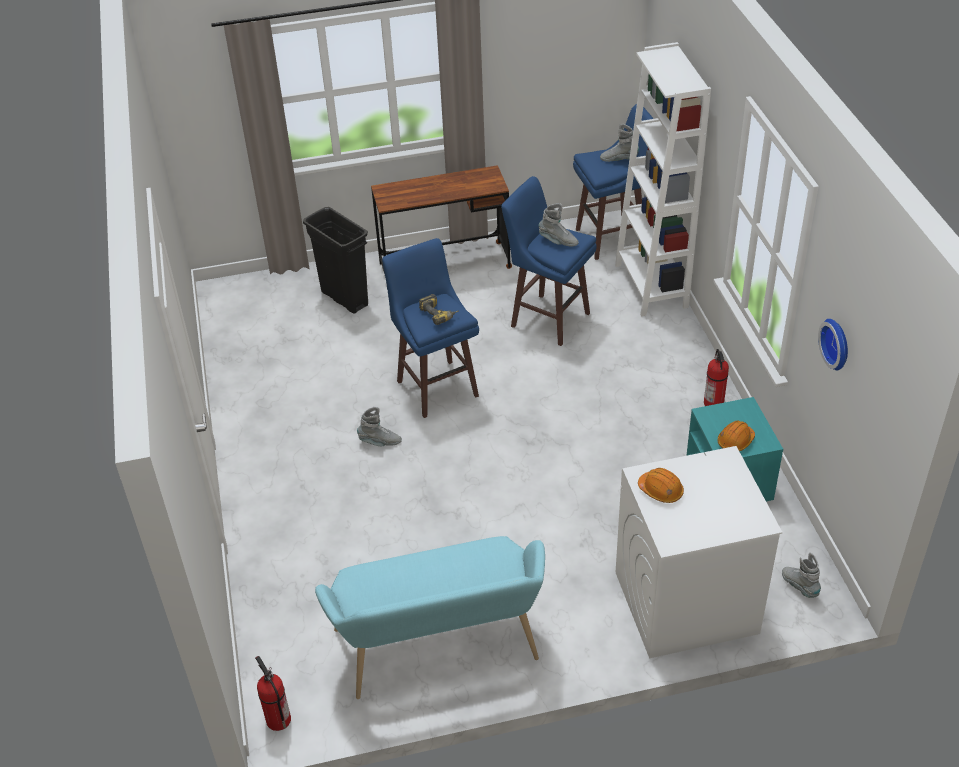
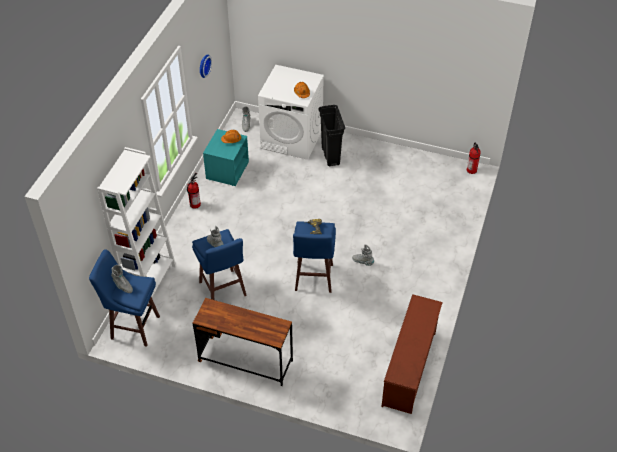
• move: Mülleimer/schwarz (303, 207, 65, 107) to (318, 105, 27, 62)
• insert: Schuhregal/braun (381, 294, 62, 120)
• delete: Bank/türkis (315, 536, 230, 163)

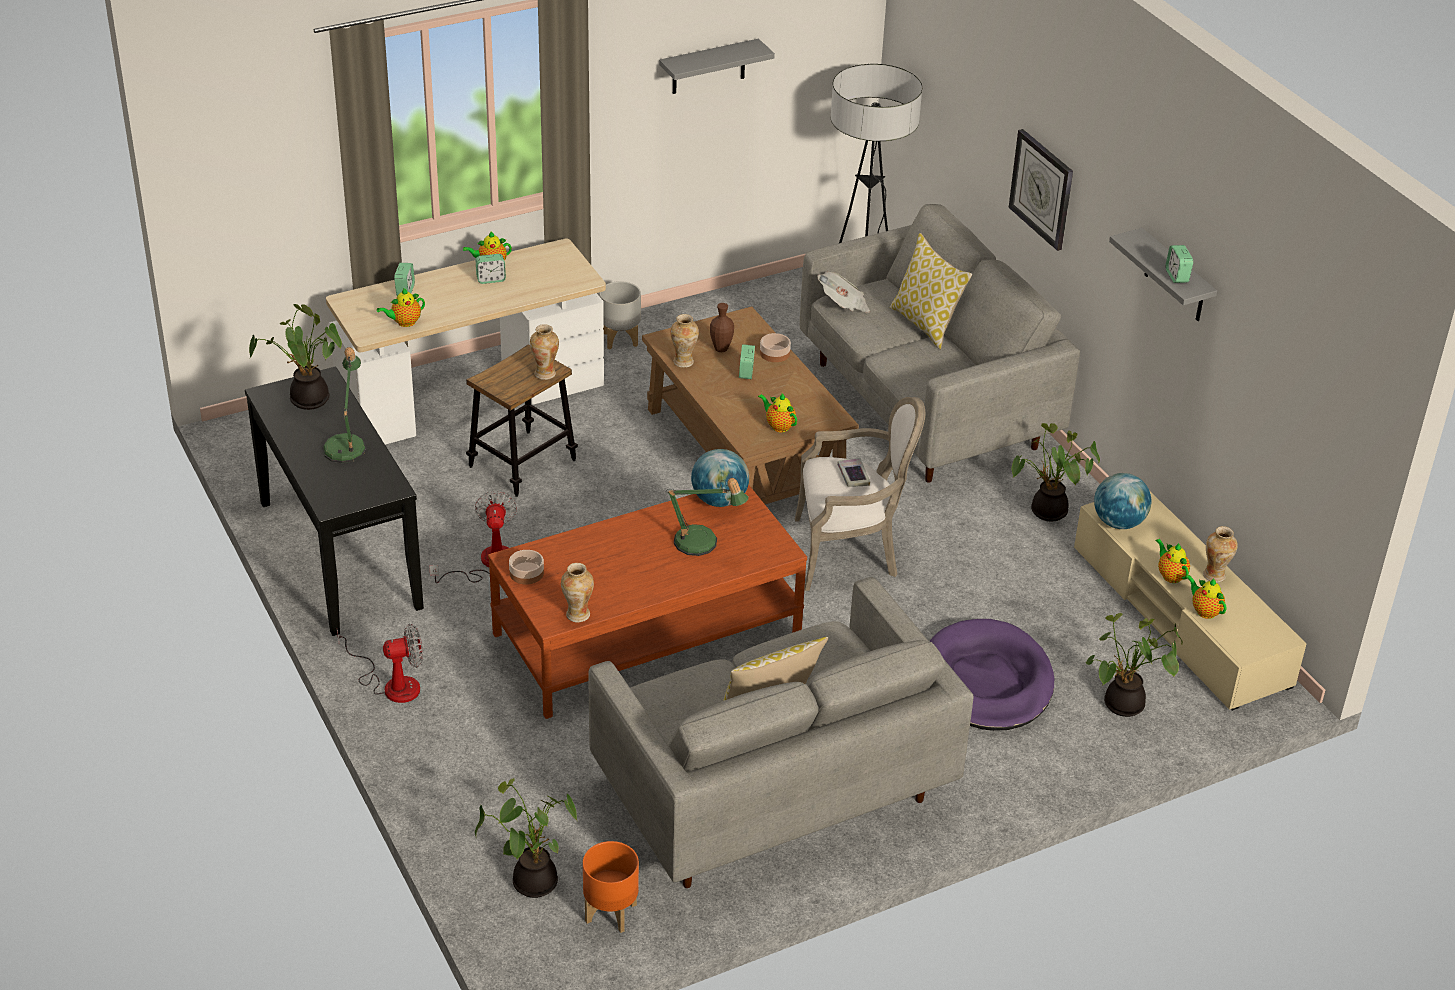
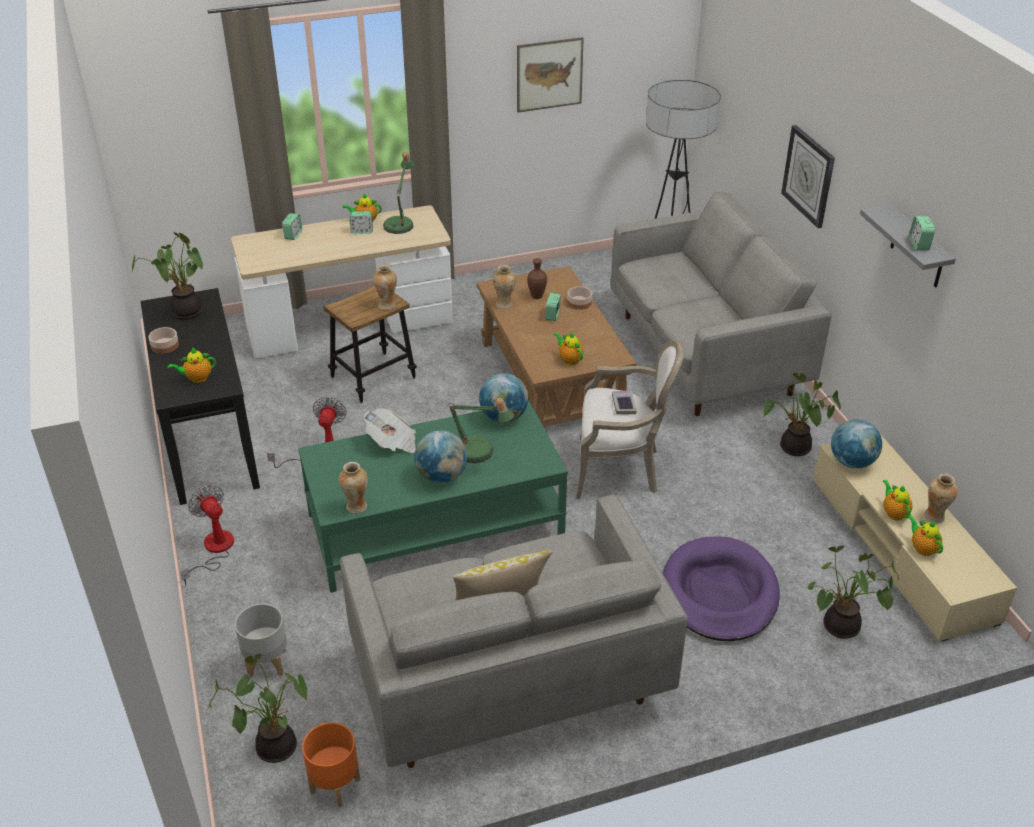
• move: Schüssel (509, 550, 35, 35) to (149, 327, 30, 27)
• move: Teekanne (377, 288, 48, 39) to (168, 348, 48, 35)
• rotate: Ventilator (337, 624, 86, 79) = (180, 485, 54, 100) 120 degrees counterclockwise
• move: Pflanzkübel/grau (600, 281, 41, 68) to (235, 604, 52, 74)
• recolor: Couchtisch/braun (488, 484, 319, 235) to Couchtisch/grün (298, 401, 270, 192)
• move: Zeitung (817, 272, 53, 41) to (364, 408, 52, 45)
• move: Tischlampe (322, 347, 44, 116) to (383, 151, 31, 83)
• insert: Globus (414, 430, 53, 53)
• replace: Wandregal/grau (659, 39, 116, 55) to Bild (517, 37, 67, 75)
• delete: Kissen (890, 233, 82, 117)

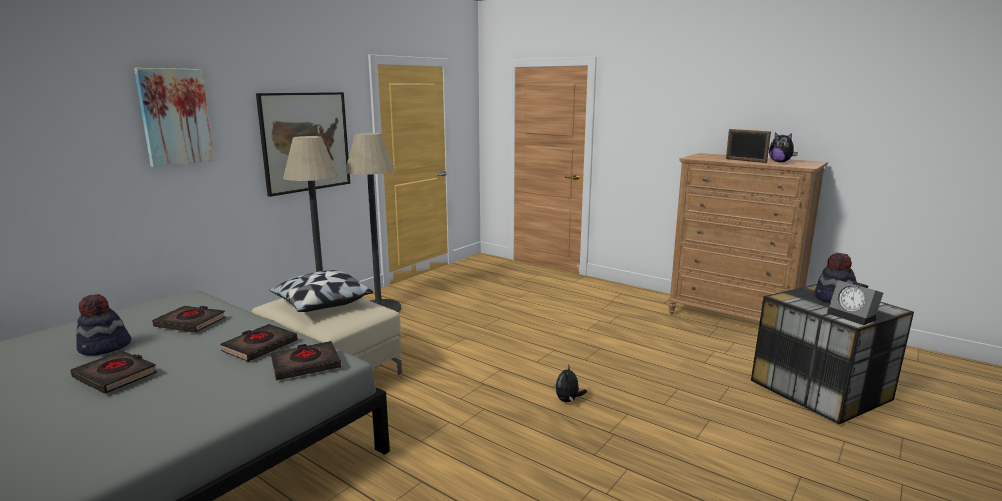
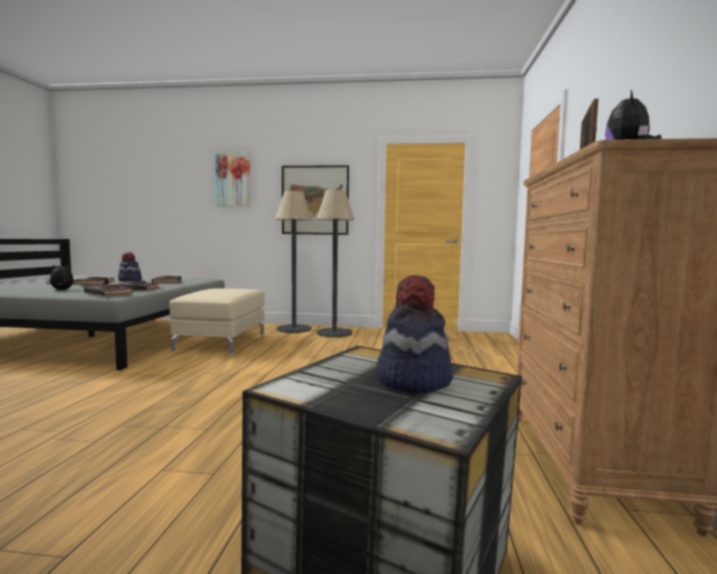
• move: Plüschtier (555, 364, 32, 38) to (46, 265, 28, 25)
• delete: Kissen (269, 270, 104, 42)
• delete: Wecker (827, 280, 56, 45)

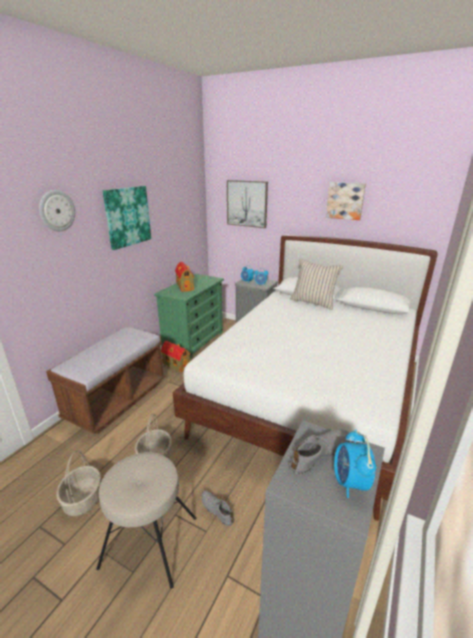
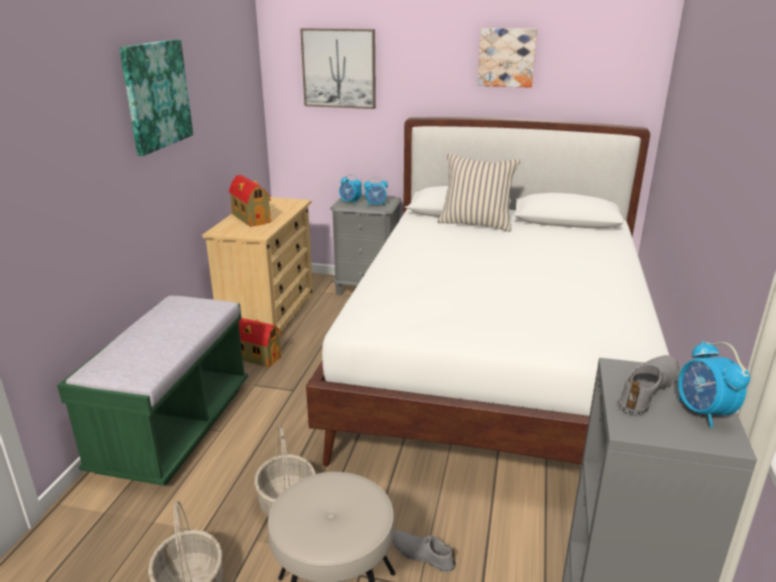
• recolor: Bank/braun (46, 327, 119, 107) to Bank/grün (57, 296, 191, 190)
• recolor: Kommode/grün (154, 274, 70, 85) to Kommode/beige (202, 197, 111, 135)
• delete: Wanduhr (39, 190, 36, 42)

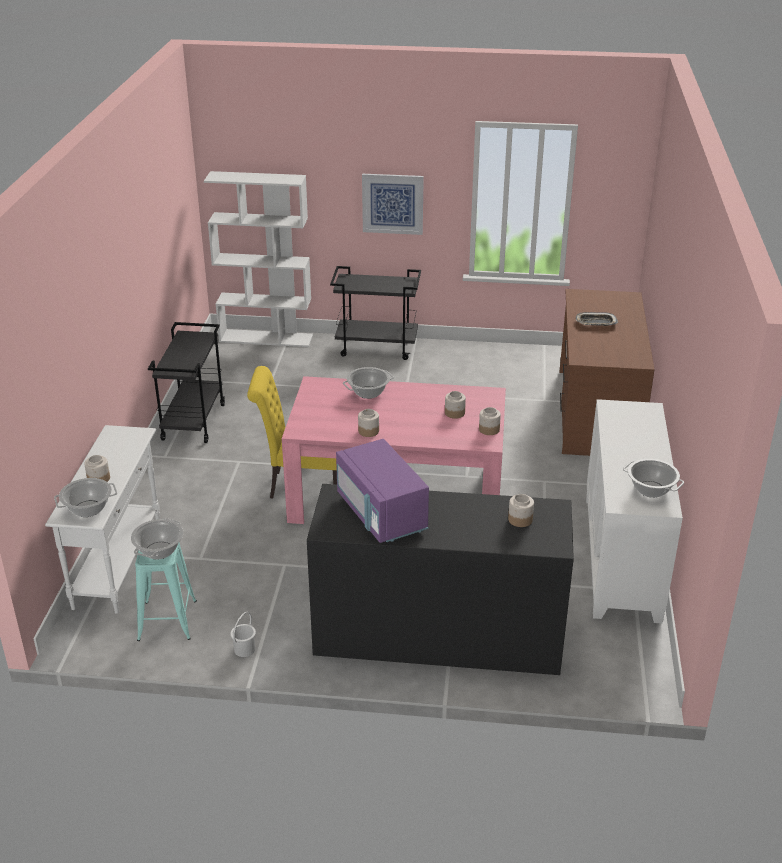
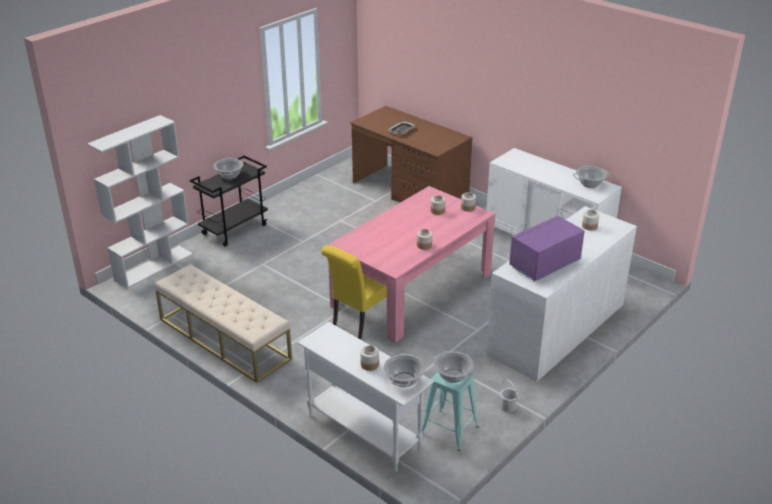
• replace: Rollwagen/schwarz (148, 322, 77, 121) to Bank/beige (155, 264, 137, 119)
• move: Kochtopf (343, 367, 51, 32) to (214, 158, 29, 21)
• recolor: Kommode/schwarz (307, 484, 267, 191) to Kommode/weiß (486, 206, 151, 176)
• rotate: Mikrowelle/lila (336, 439, 93, 104) = (509, 216, 76, 66) 135 degrees clockwise
• delete: Bild (362, 174, 62, 61)

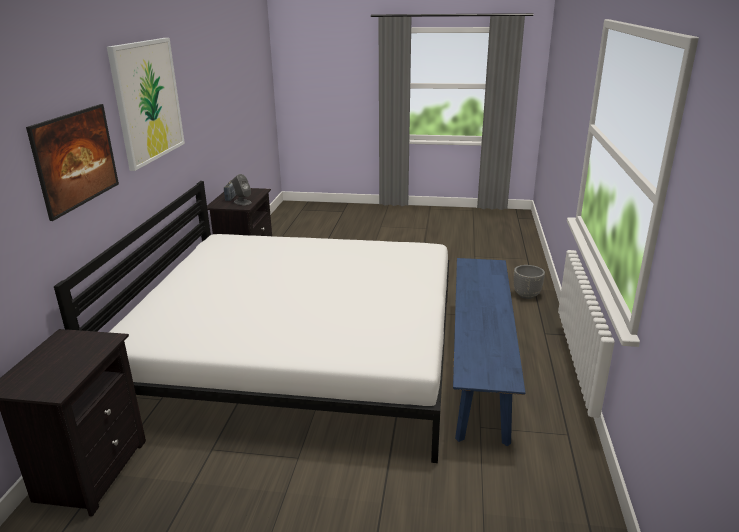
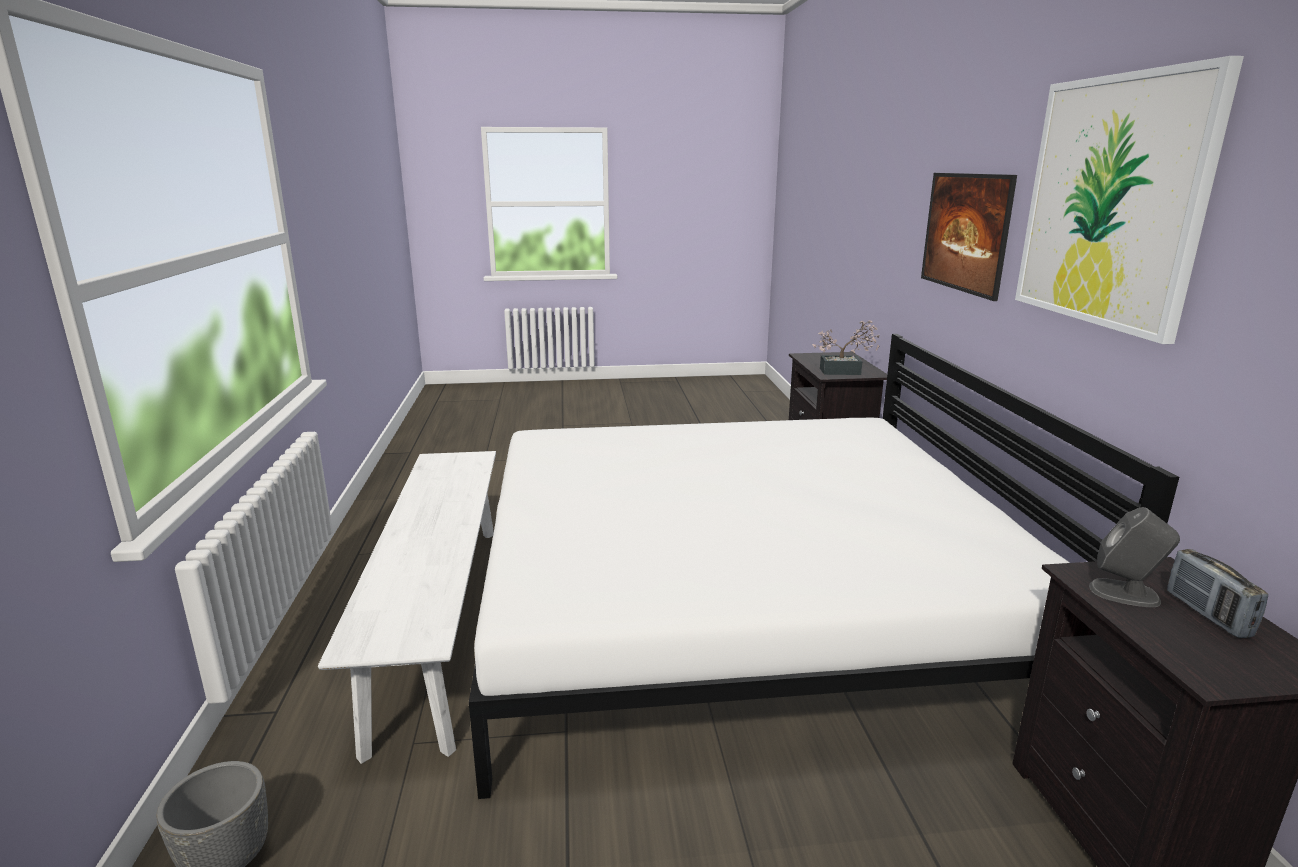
• recolor: Bank/blau (453, 258, 73, 188) to Bank/weiß (318, 451, 178, 313)
• insert: Topfpflanze (812, 320, 67, 55)

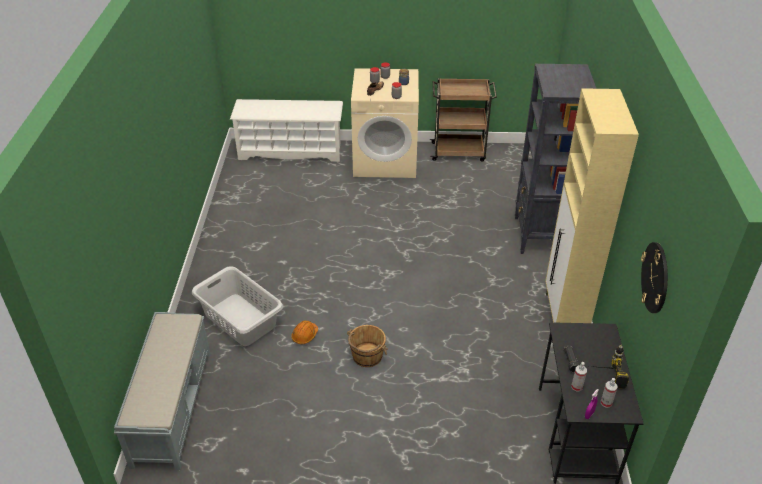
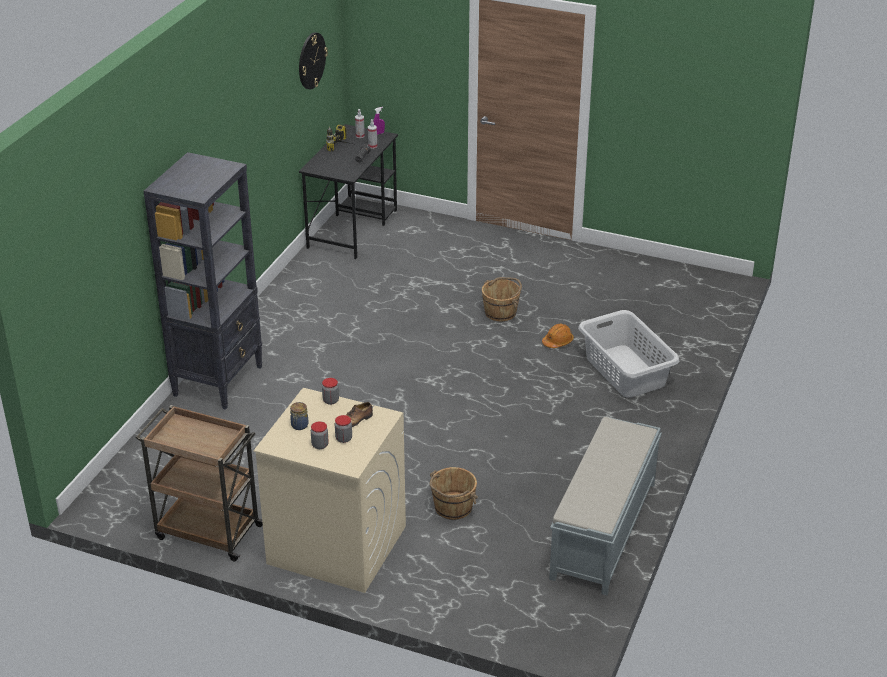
• insert: Eimer/braun (430, 467, 48, 53)
• move: Bank/grau (114, 312, 97, 158) to (549, 417, 113, 178)
• delete: Schuhregal/weiß (230, 99, 113, 63)
• delete: Schrank/beige (545, 88, 94, 235)

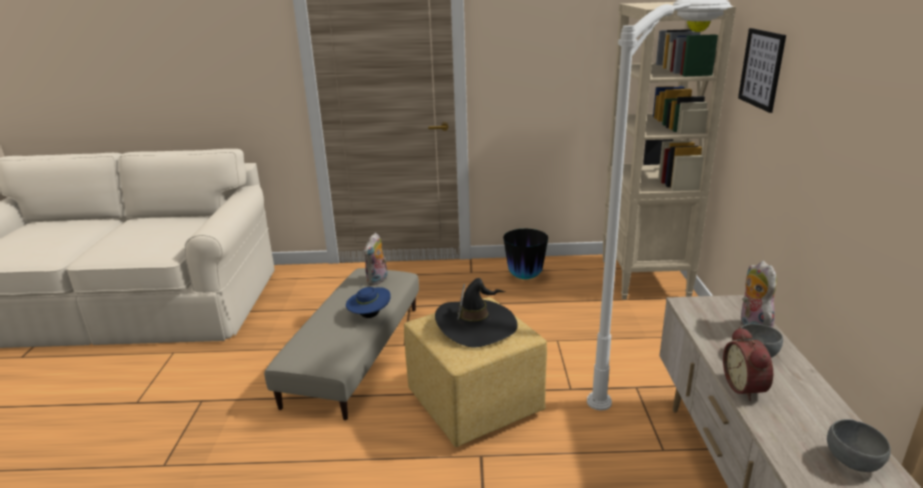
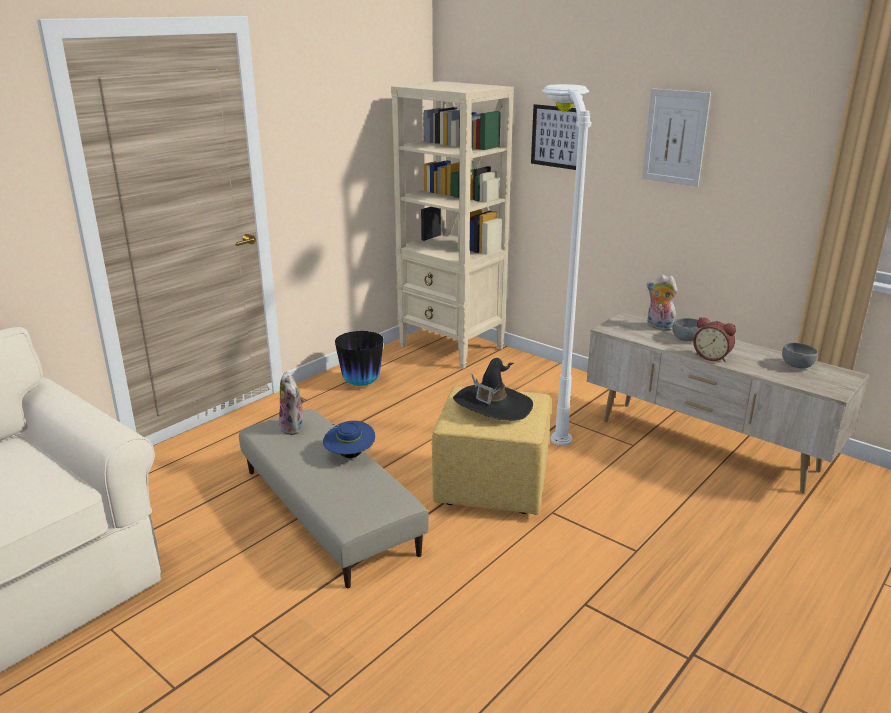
• insert: Bild (642, 88, 69, 99)

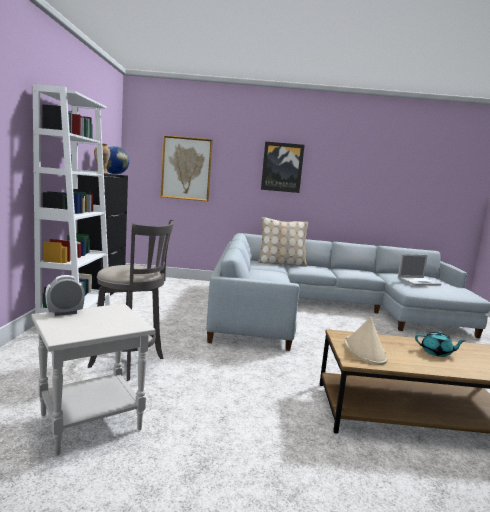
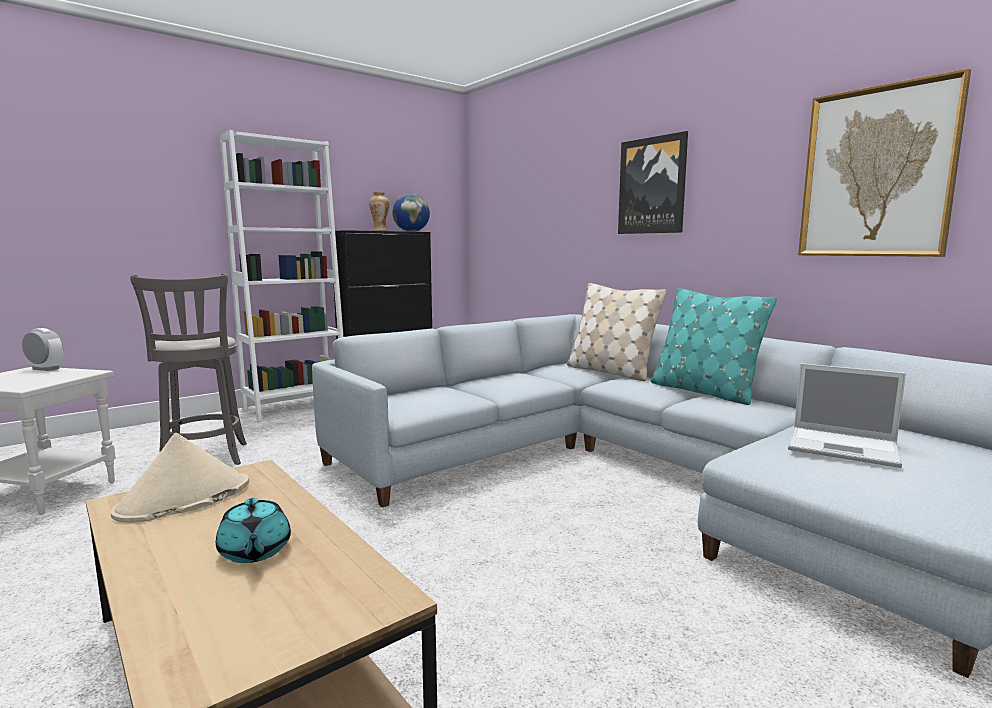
• insert: Kissen/türkis (651, 288, 126, 117)
• move: Bild (160, 135, 53, 66) to (798, 68, 173, 189)

